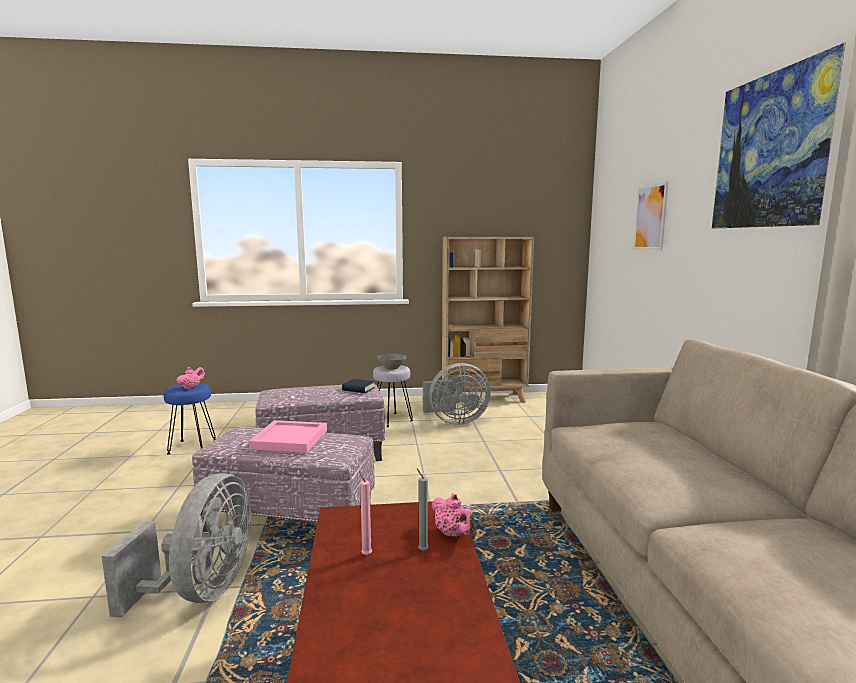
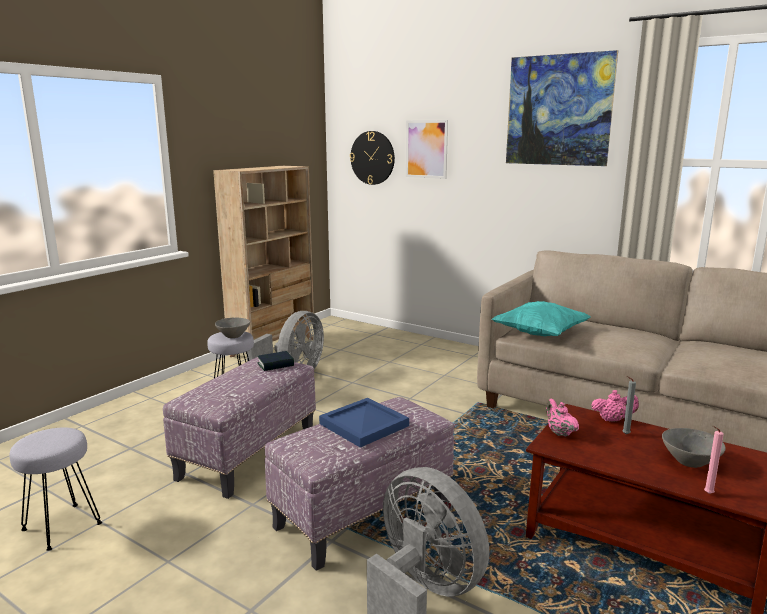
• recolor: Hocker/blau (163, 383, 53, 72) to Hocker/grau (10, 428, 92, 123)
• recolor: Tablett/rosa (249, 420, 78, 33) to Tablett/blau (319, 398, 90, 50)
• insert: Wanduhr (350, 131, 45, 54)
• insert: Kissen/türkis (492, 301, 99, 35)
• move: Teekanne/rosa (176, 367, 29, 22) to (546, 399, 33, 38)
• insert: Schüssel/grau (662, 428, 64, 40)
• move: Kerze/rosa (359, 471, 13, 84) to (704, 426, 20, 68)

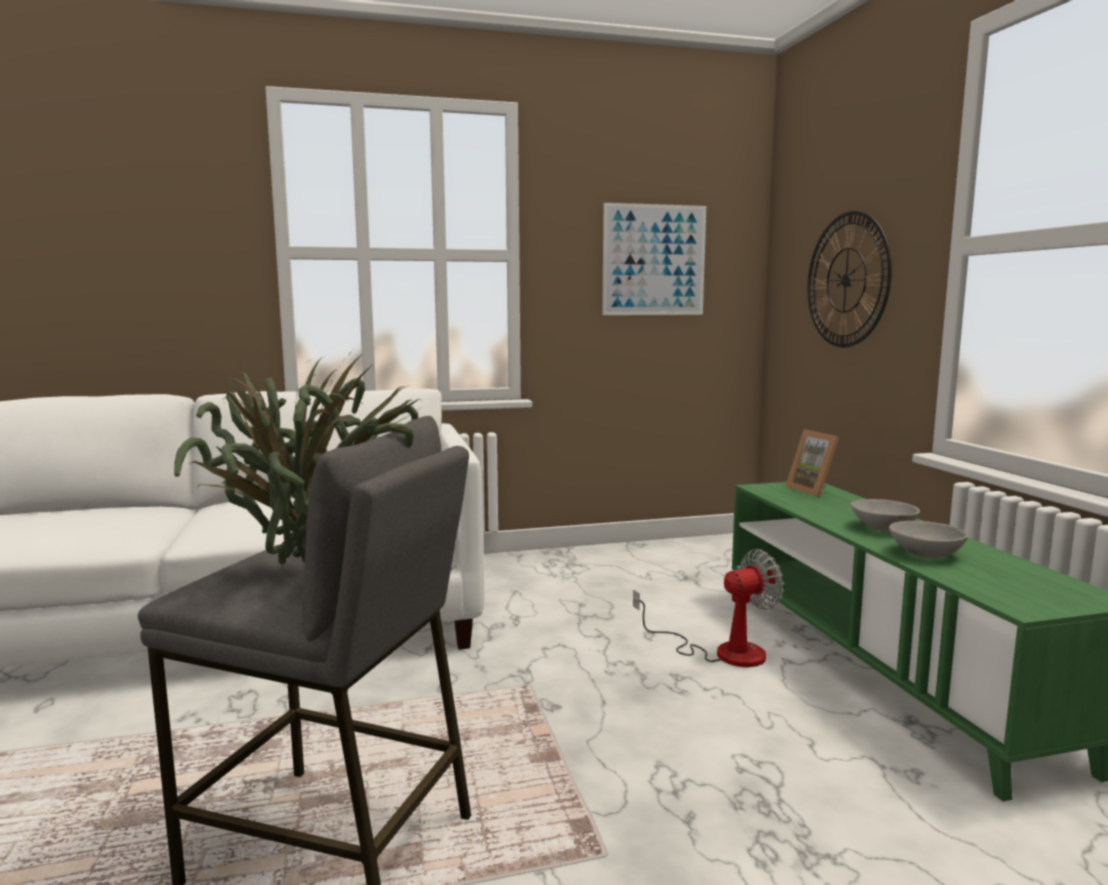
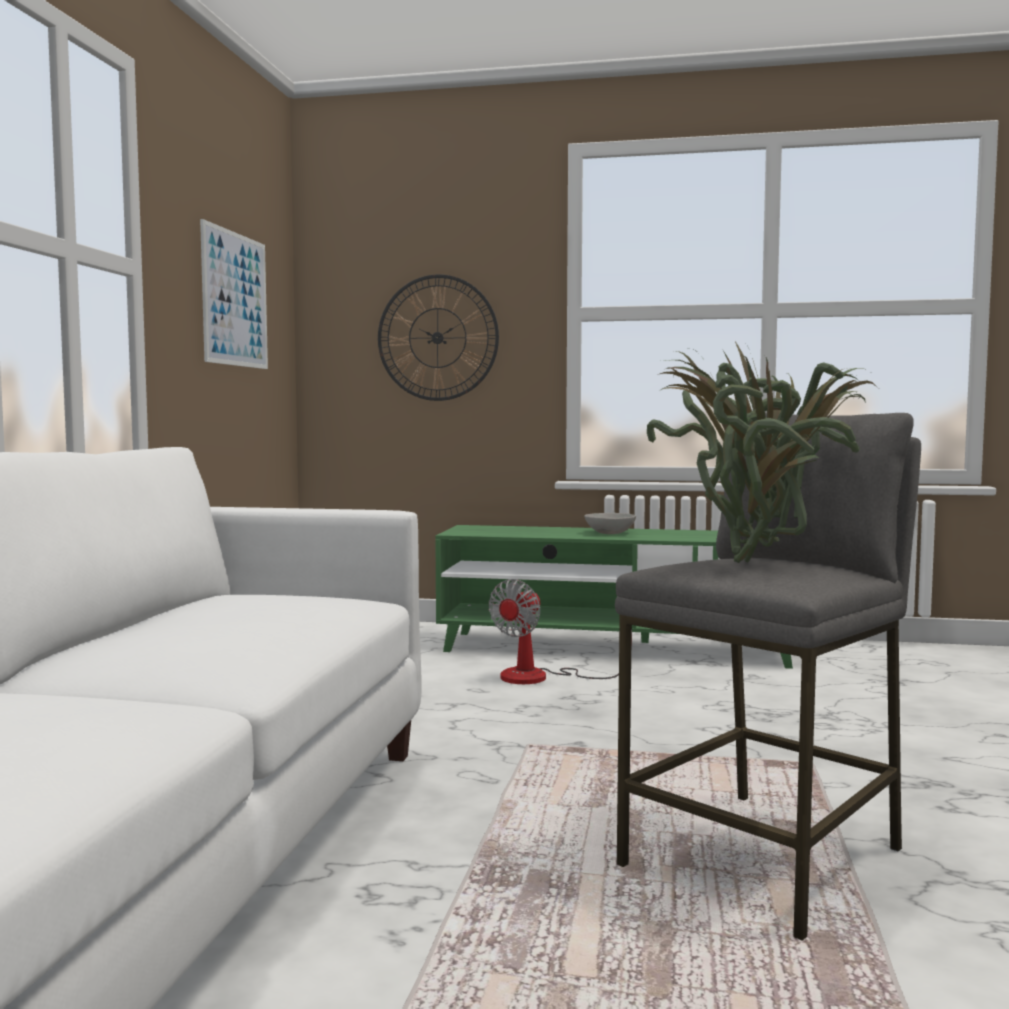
• rotate: Ventilator (633, 549, 151, 118) = (489, 579, 143, 105) 150 degrees counterclockwise
• delete: Bilderrahmen (785, 429, 54, 68)
• delete: Schüssel/grau (889, 521, 79, 37)

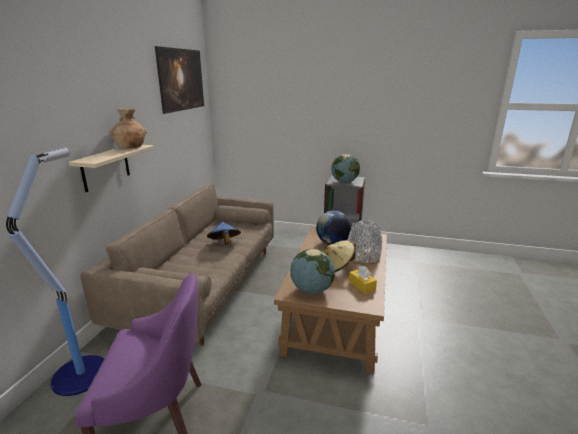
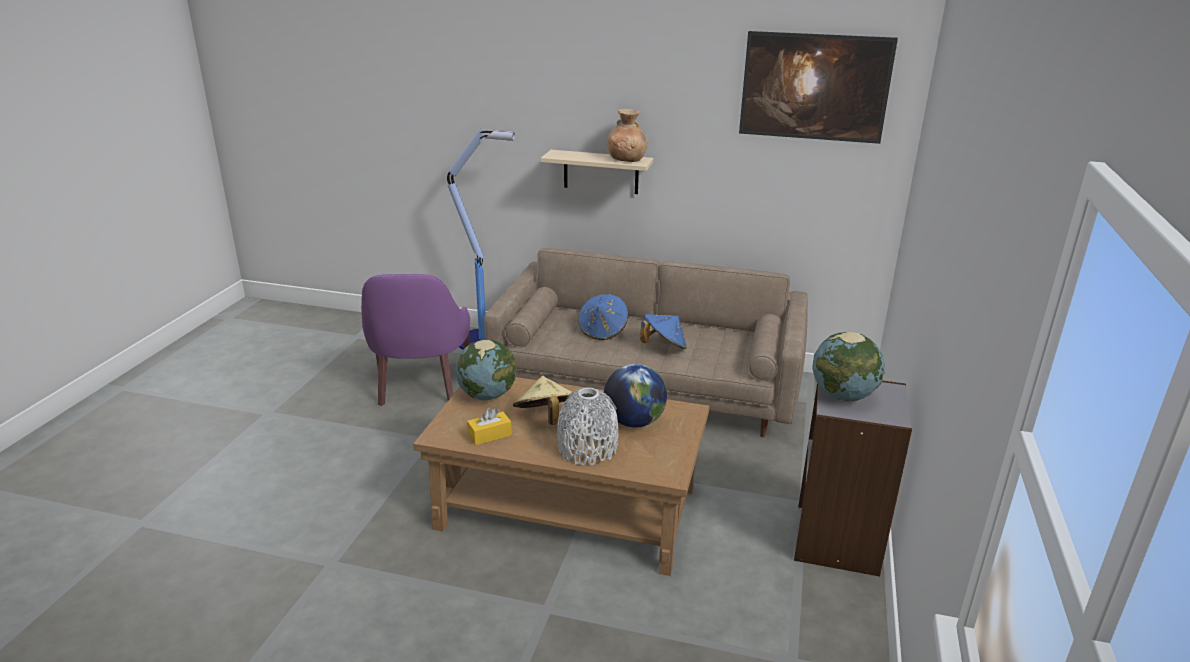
• insert: Hut/blau (578, 294, 50, 46)

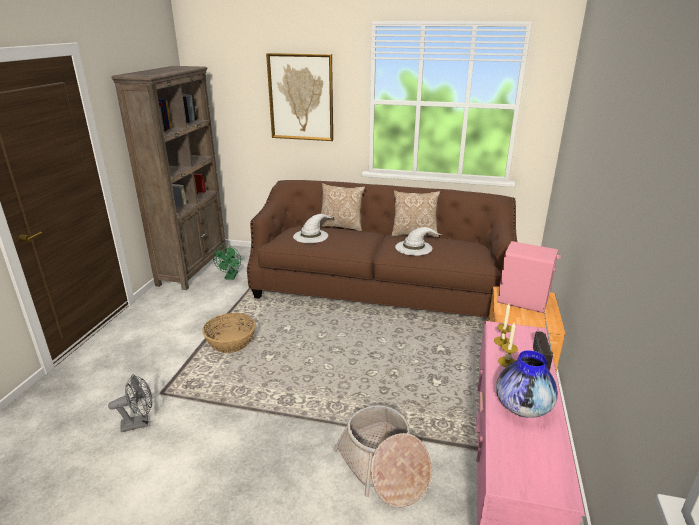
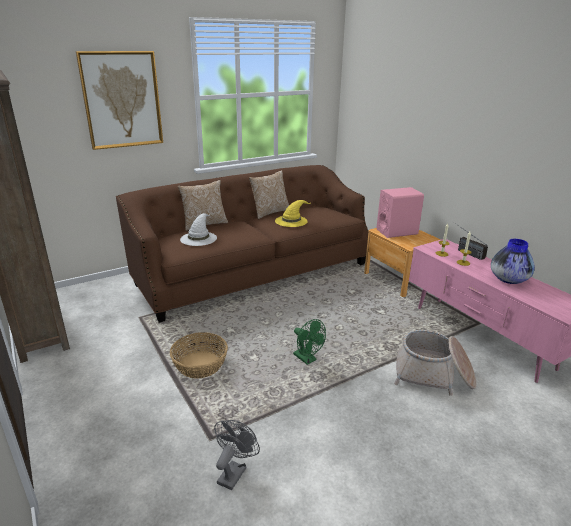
• recolor: Hut/weiß (395, 227, 47, 29) to Hut/gelb (275, 200, 36, 27)
• move: Ventilator/grün (213, 245, 28, 35) to (293, 319, 33, 46)

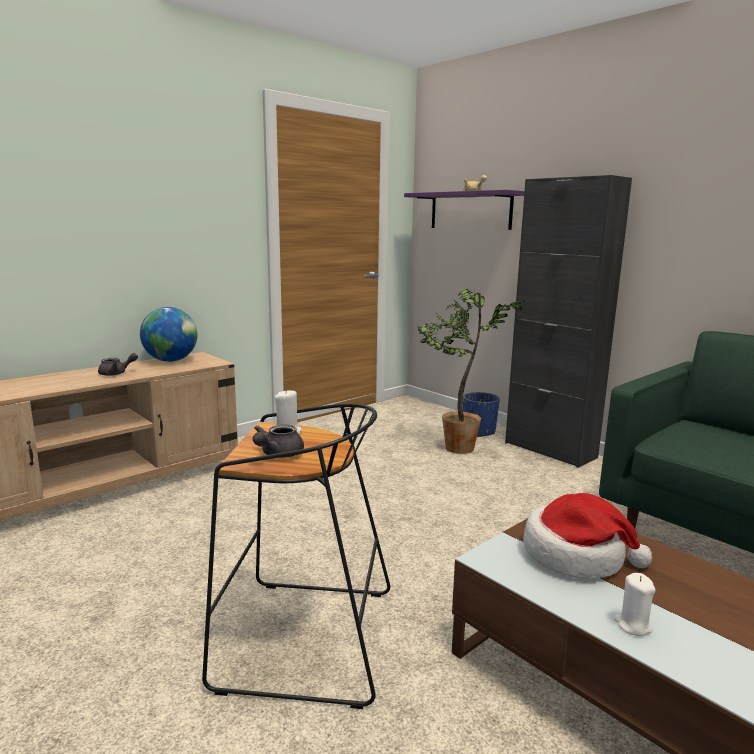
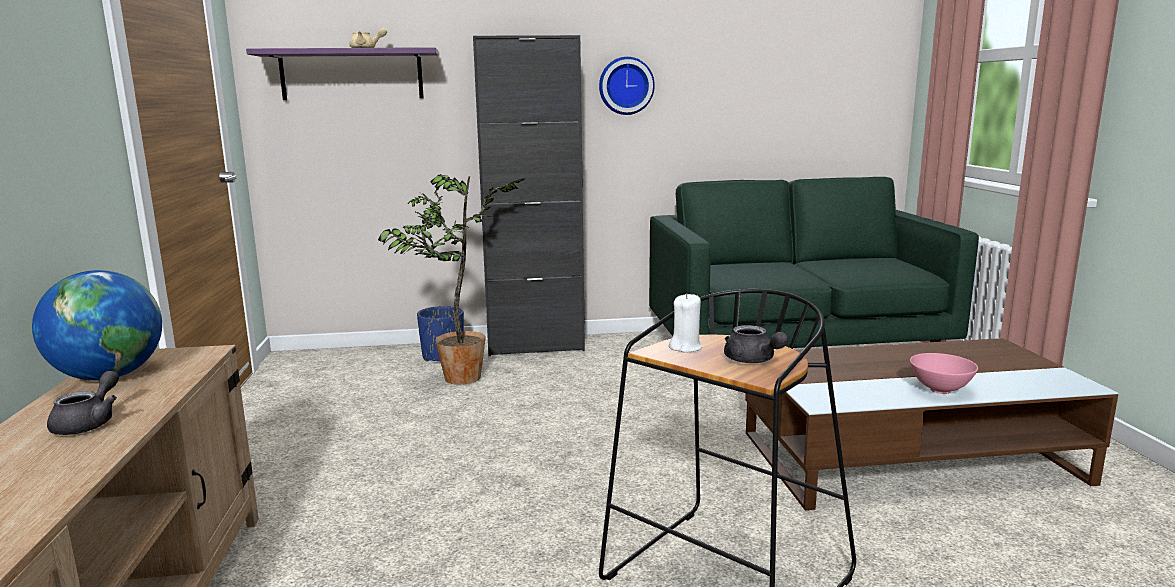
• insert: Wanduhr (599, 57, 56, 58)
• replace: Kerze/weiß (614, 573, 42, 63) to Schüssel/rosa (910, 353, 68, 41)
• delete: Hut (523, 493, 129, 86)

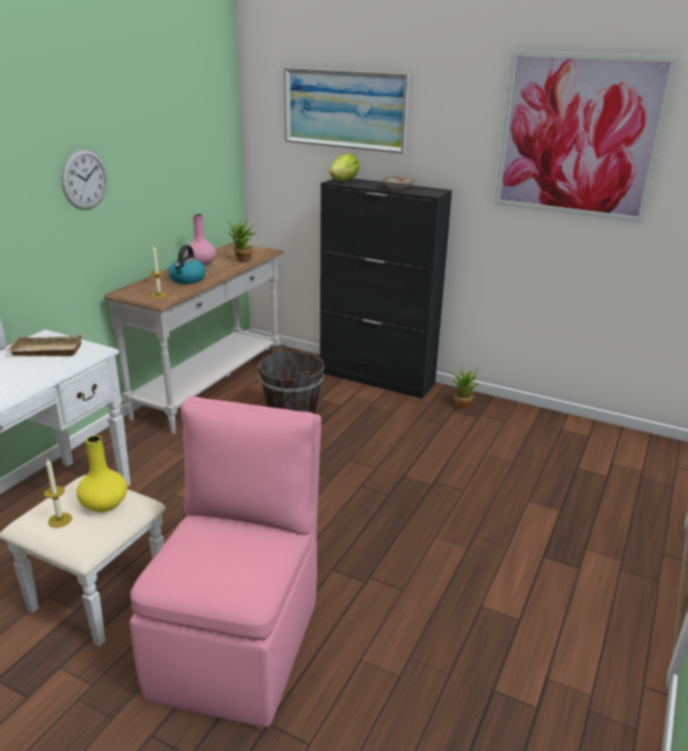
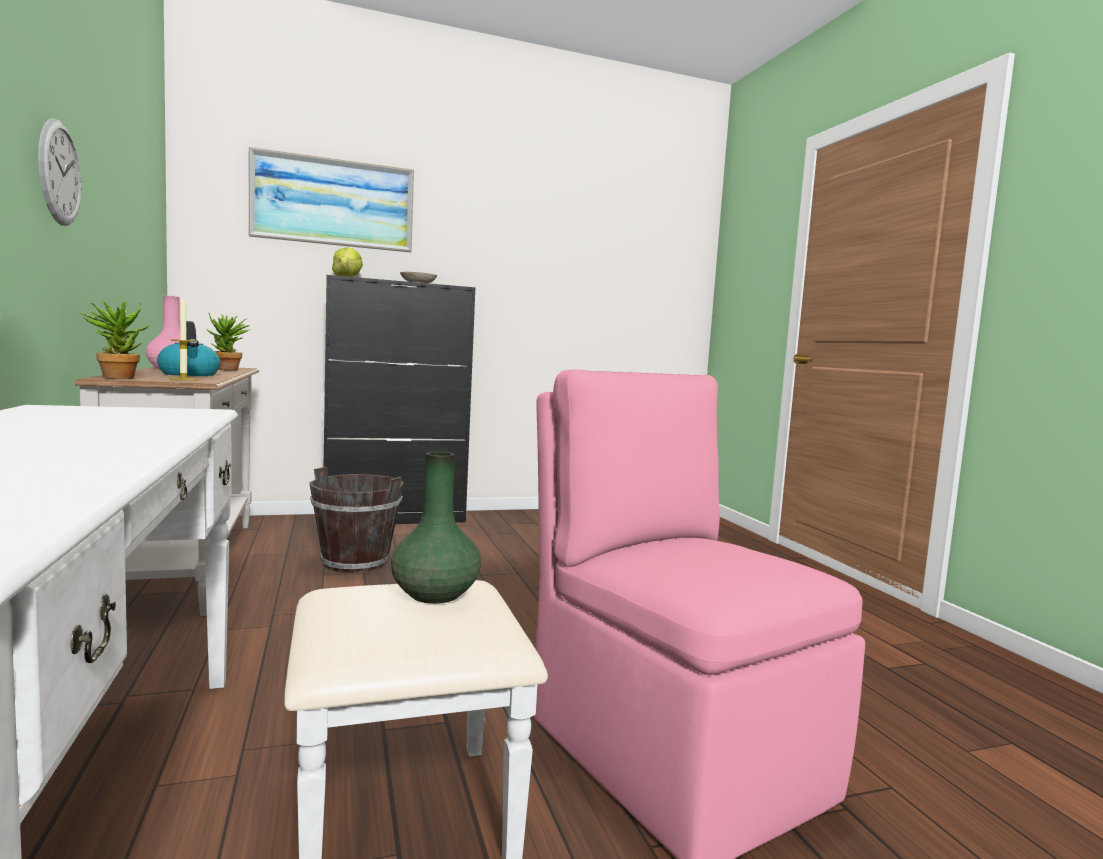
• move: Topfpflanze (450, 368, 29, 42) to (80, 301, 70, 78)
• recolor: Vase/gelb (77, 435, 50, 77) to Vase/grün (391, 451, 90, 153)
• delete: Tablett/beige (5, 334, 79, 22)
• delete: Kerze (44, 458, 28, 70)
• delete: Bild (494, 51, 185, 172)

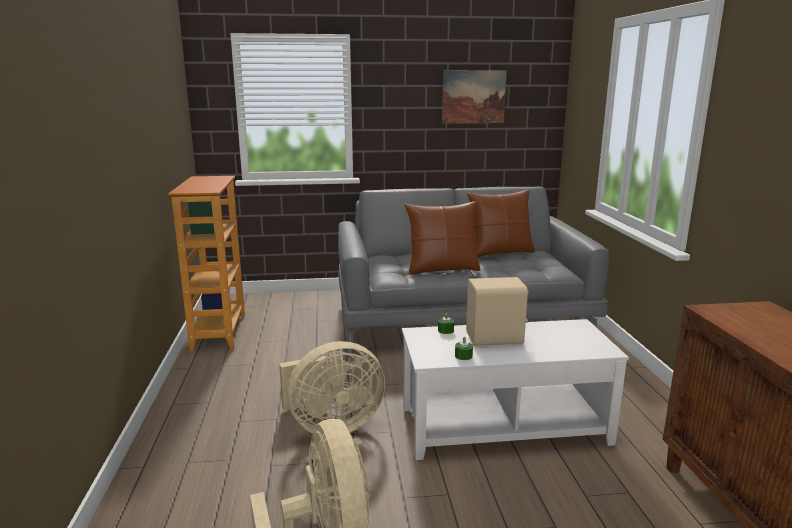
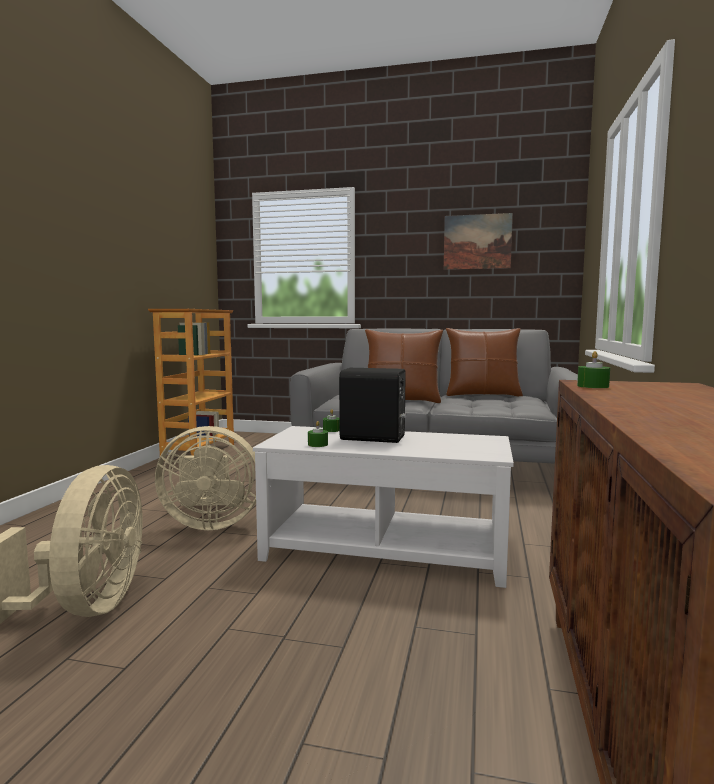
• recolor: Lautsprecher/beige (466, 277, 62, 69) to Lautsprecher/schwarz (339, 368, 68, 75)
• insert: Kerze/grün (577, 351, 33, 37)

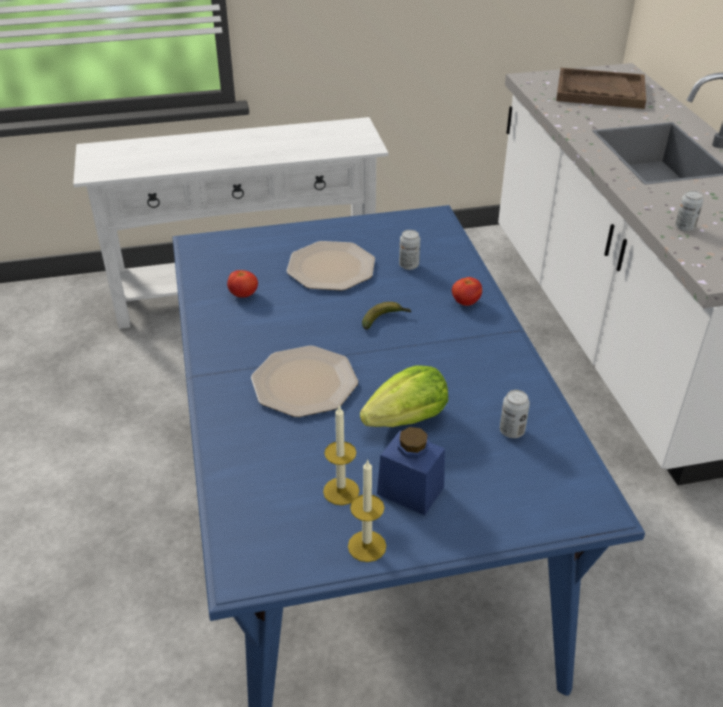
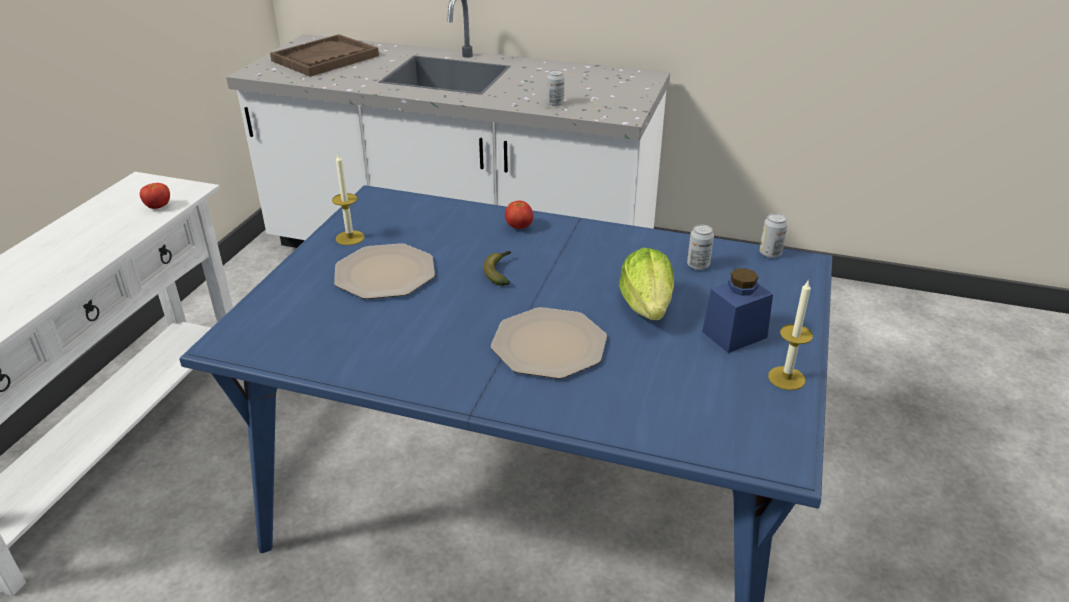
• move: Tomate (227, 270, 31, 28) to (140, 183, 30, 26)
• move: Kerze (323, 405, 36, 100) to (332, 154, 33, 91)
• move: Dose (399, 230, 21, 40) to (760, 213, 28, 45)

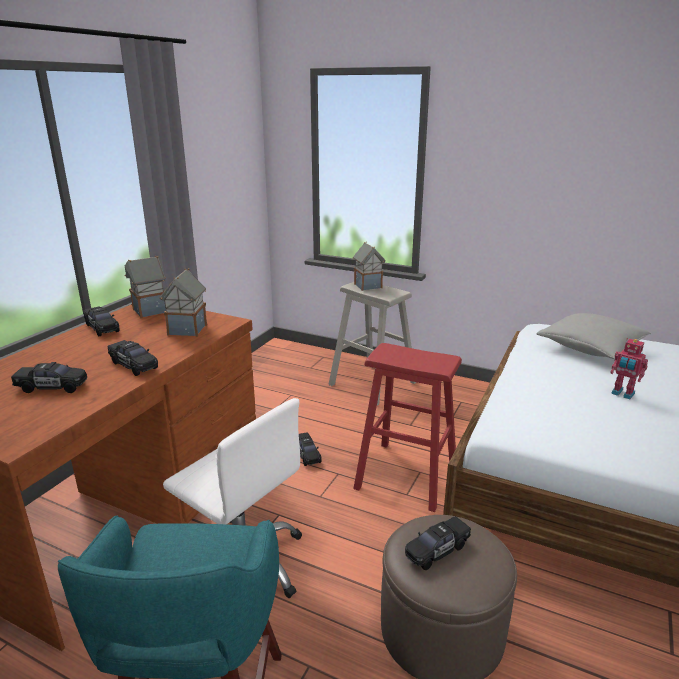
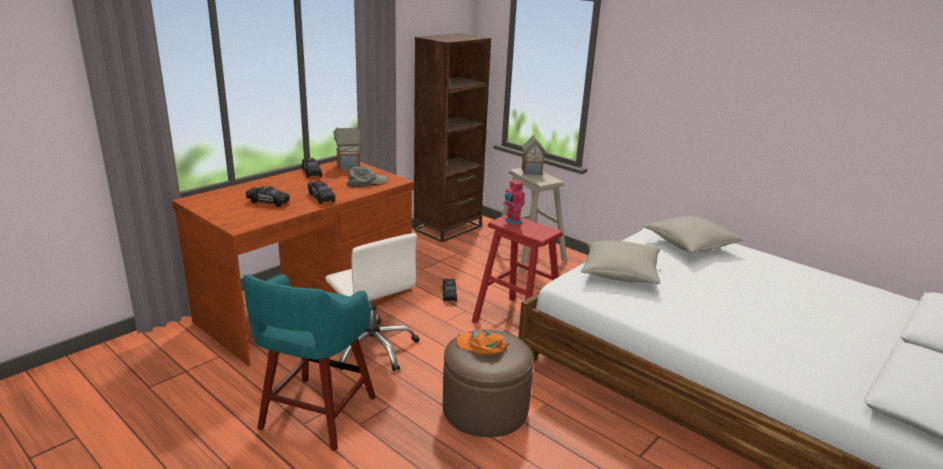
• replace: Spielzeughaus (159, 268, 48, 69) to Kappe/grau (347, 166, 41, 22)
• insert: Bücherregal/braun (413, 33, 78, 209)
• replace: Spielzeugauto/schwarz (405, 516, 66, 54) to Kappe/orange (456, 328, 53, 27)
• move: Spielzeugroboter (610, 338, 38, 61) to (503, 180, 22, 45)
• insert: Kissen/grau (581, 240, 79, 44)

